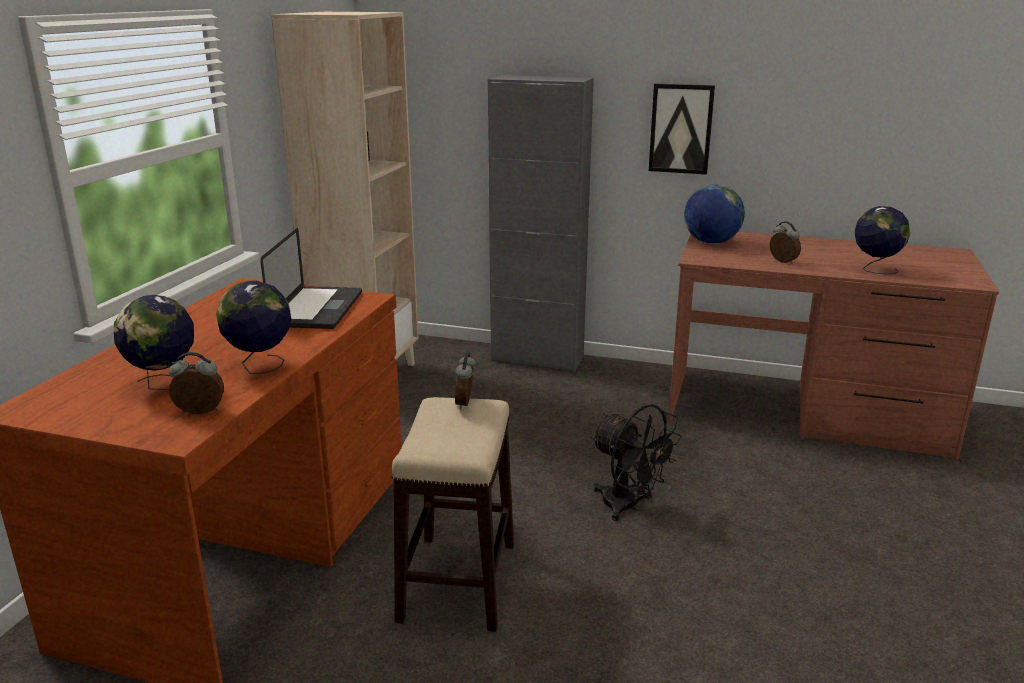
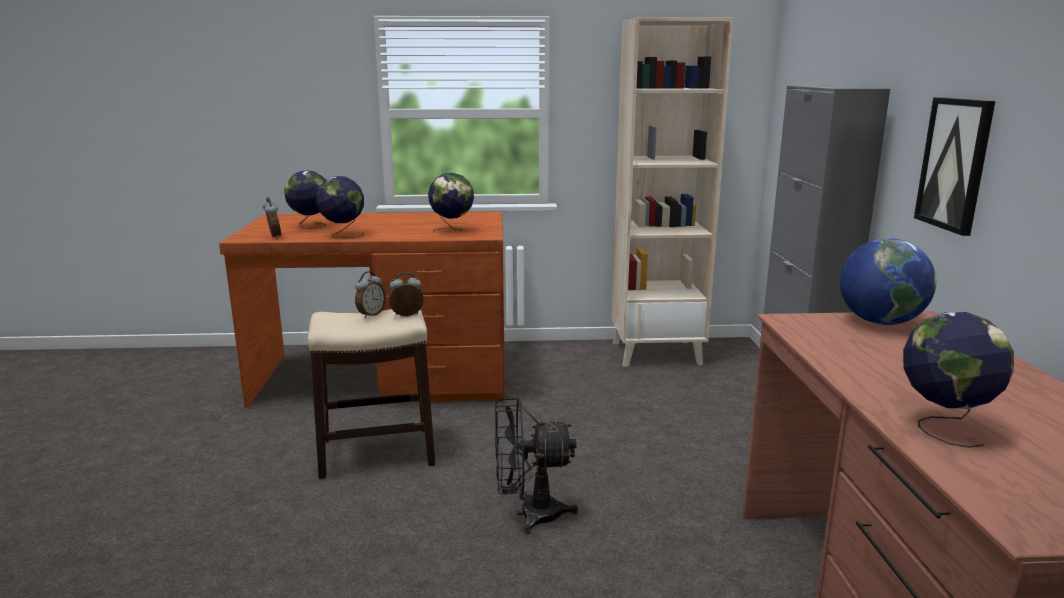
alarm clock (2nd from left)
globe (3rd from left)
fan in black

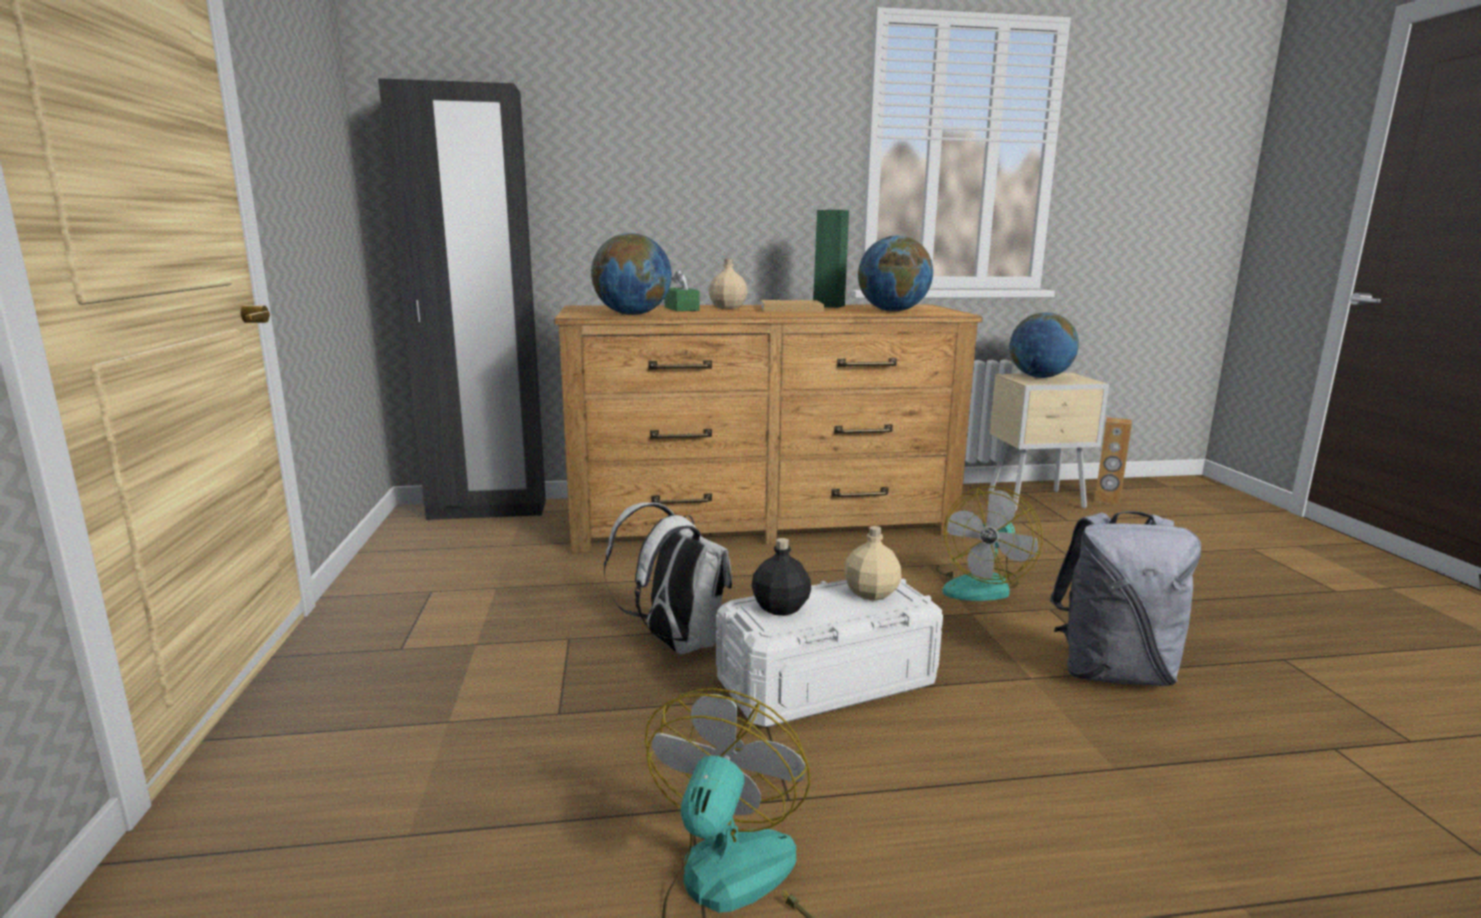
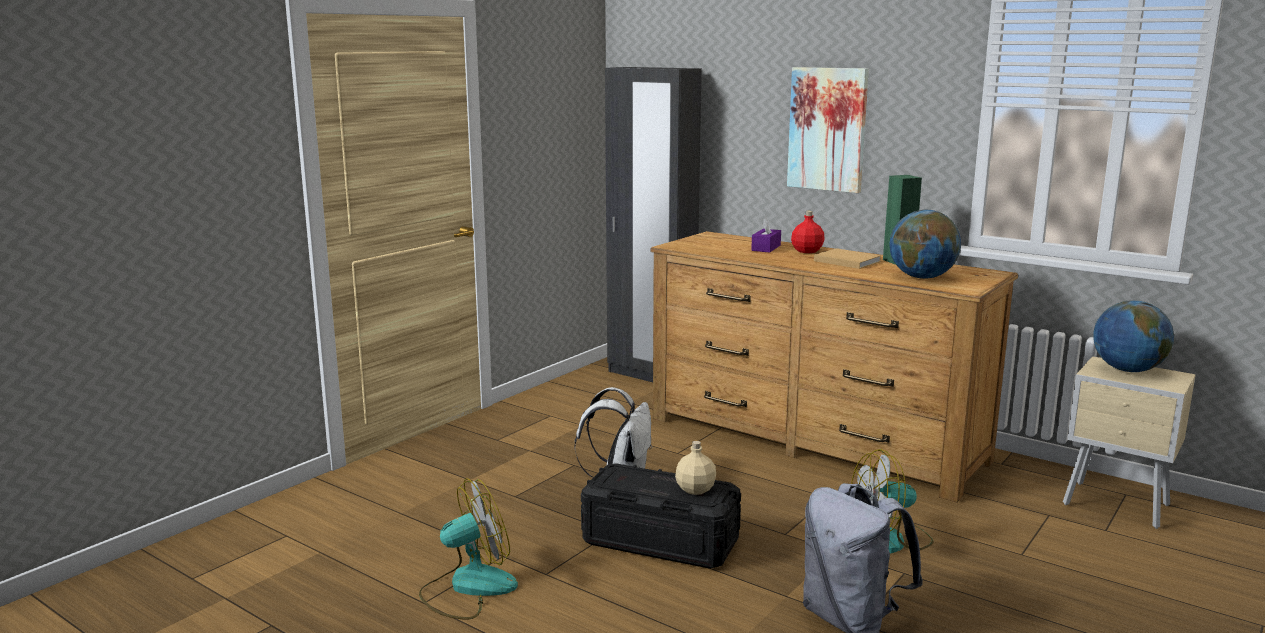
globe (1st from left in the first image)
bottle in red
tissue box in purple
speaker in brown
bottle in black
storage box in black
picture

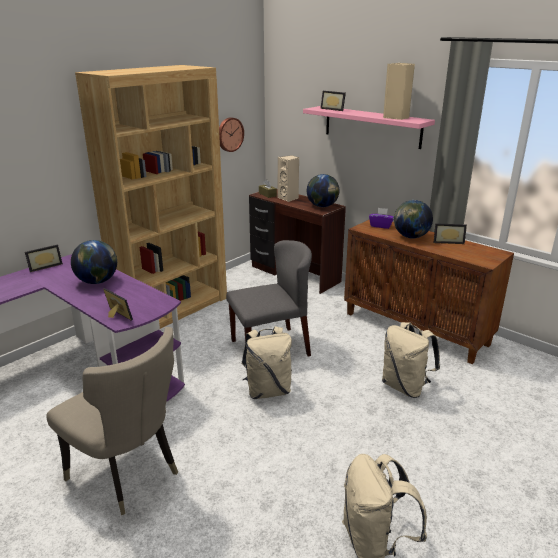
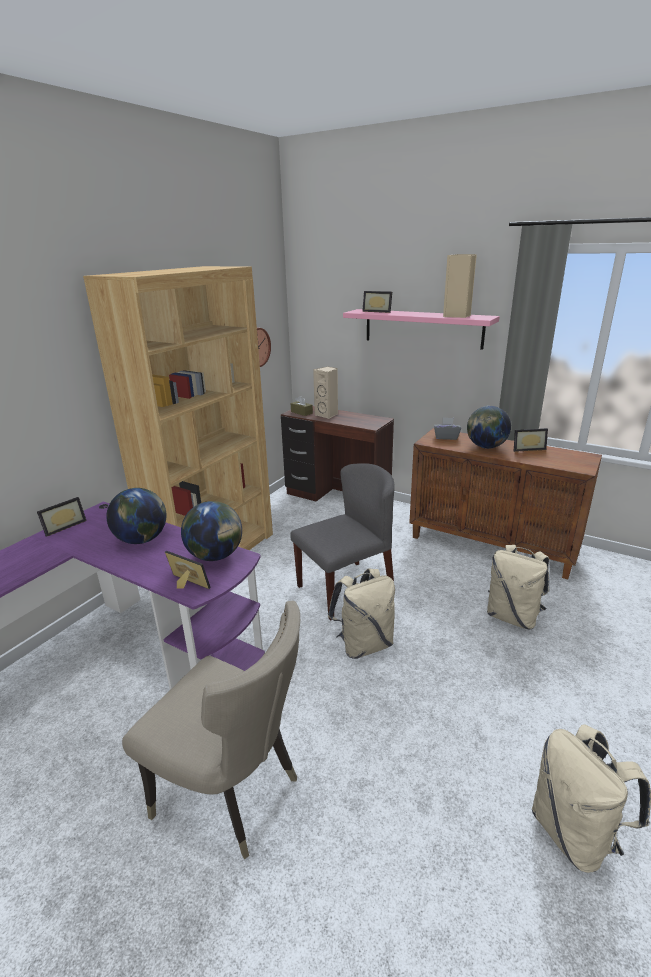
globe (2nd from left)
tissue box in grey

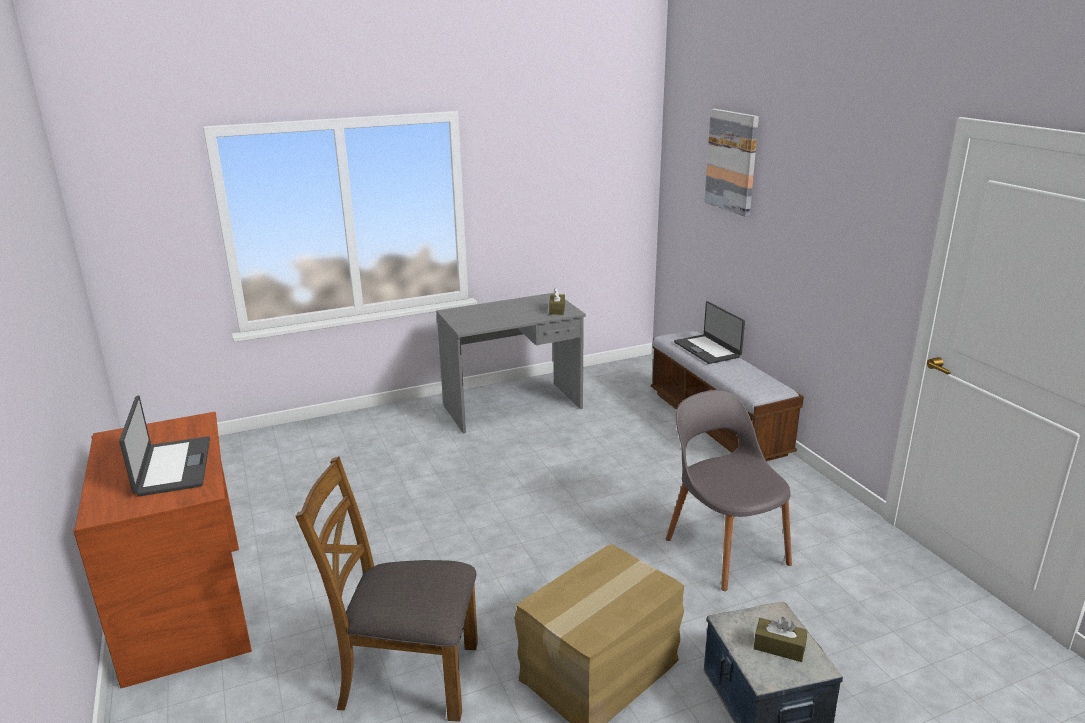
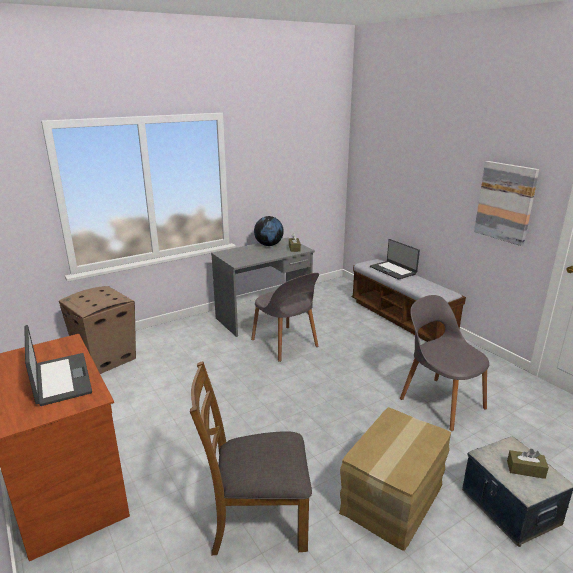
picture
globe
chair in grey (1st from left)
cardboard box (1st from left)

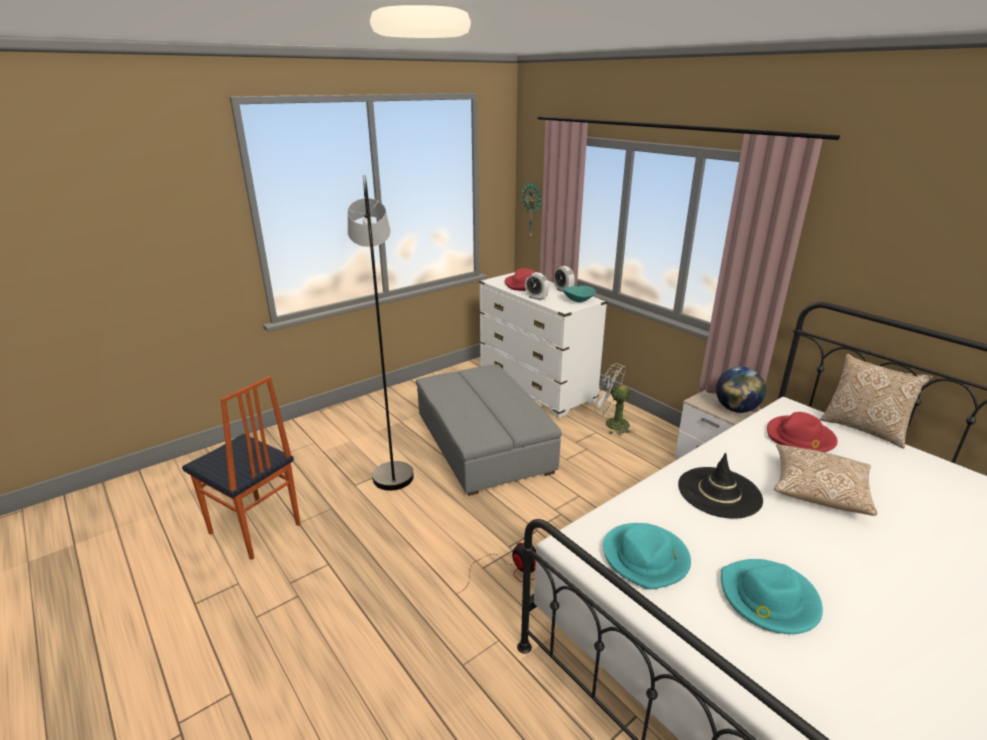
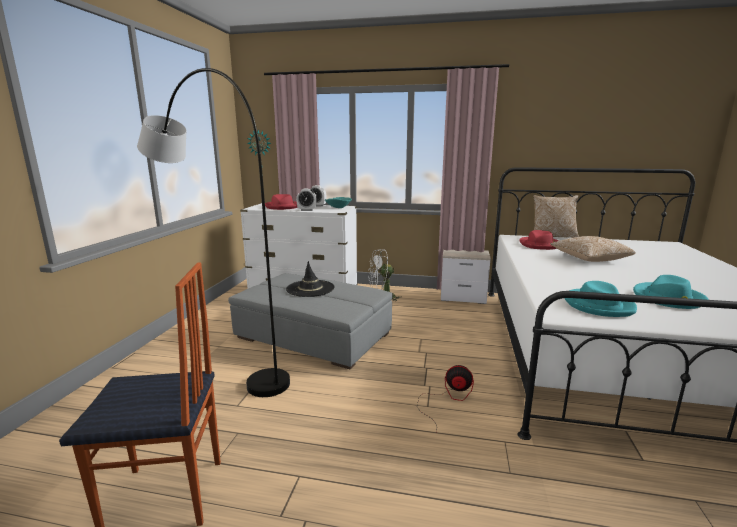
globe
hat in black

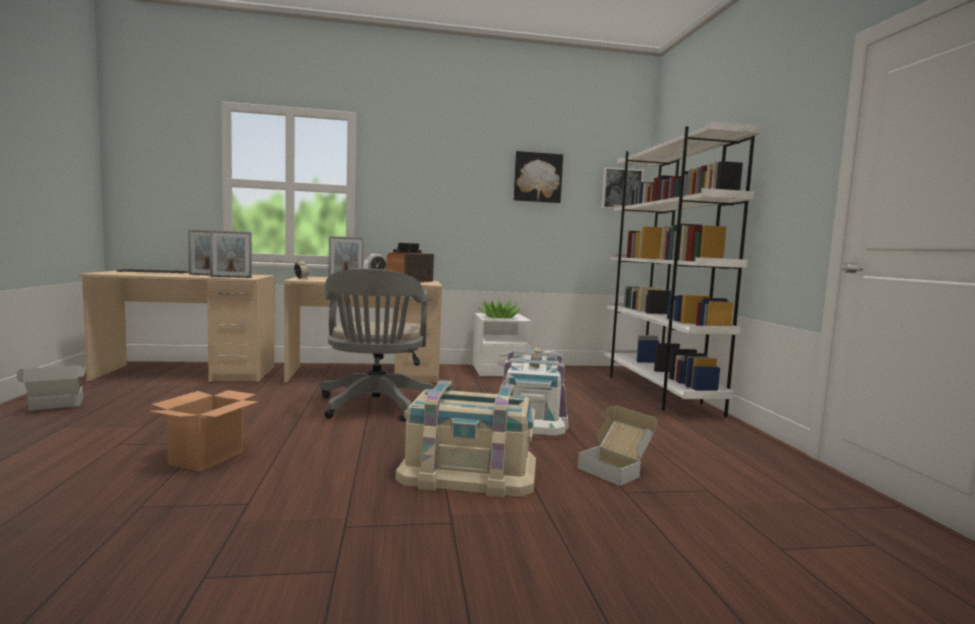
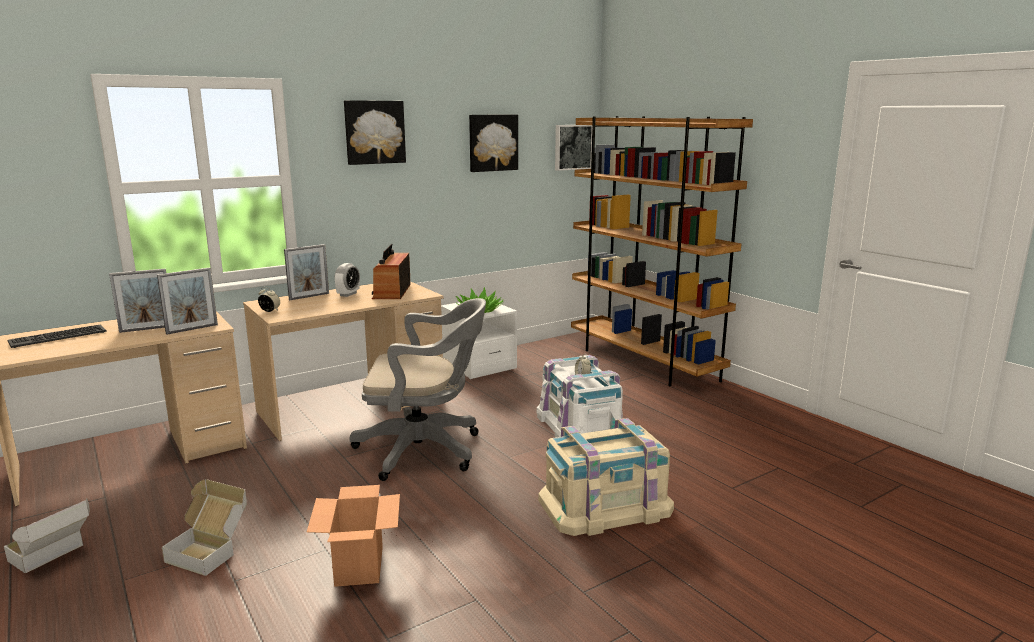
bookcase in brown
office chair in grey
cardboard box (2nd from left)
picture (1st from left)

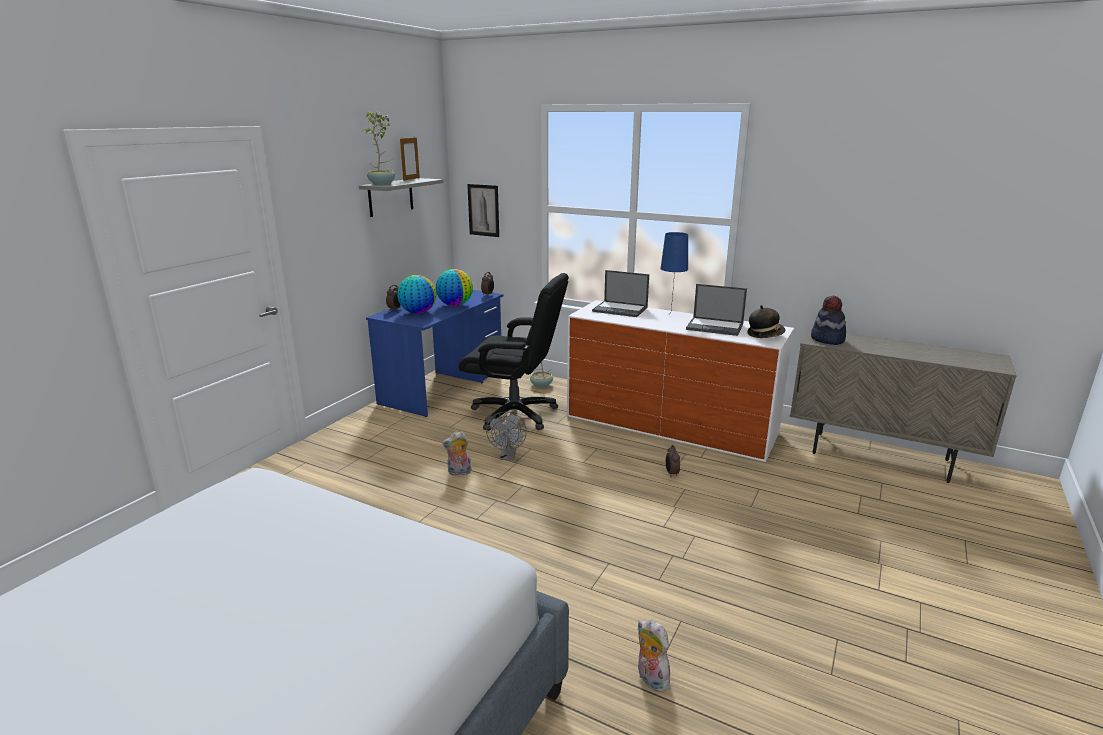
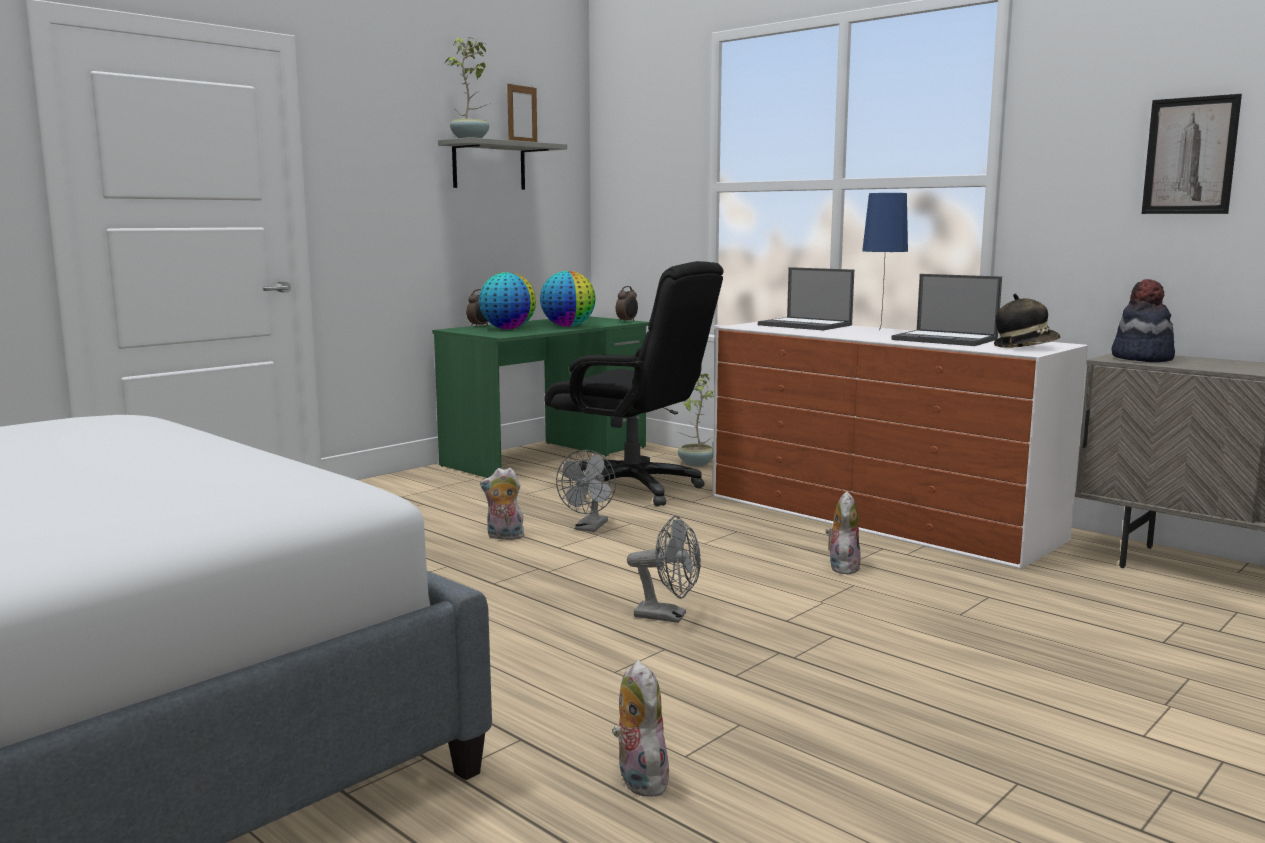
picture
desk in green
plush toy (3rd from left)
fan in grey (2nd from left)

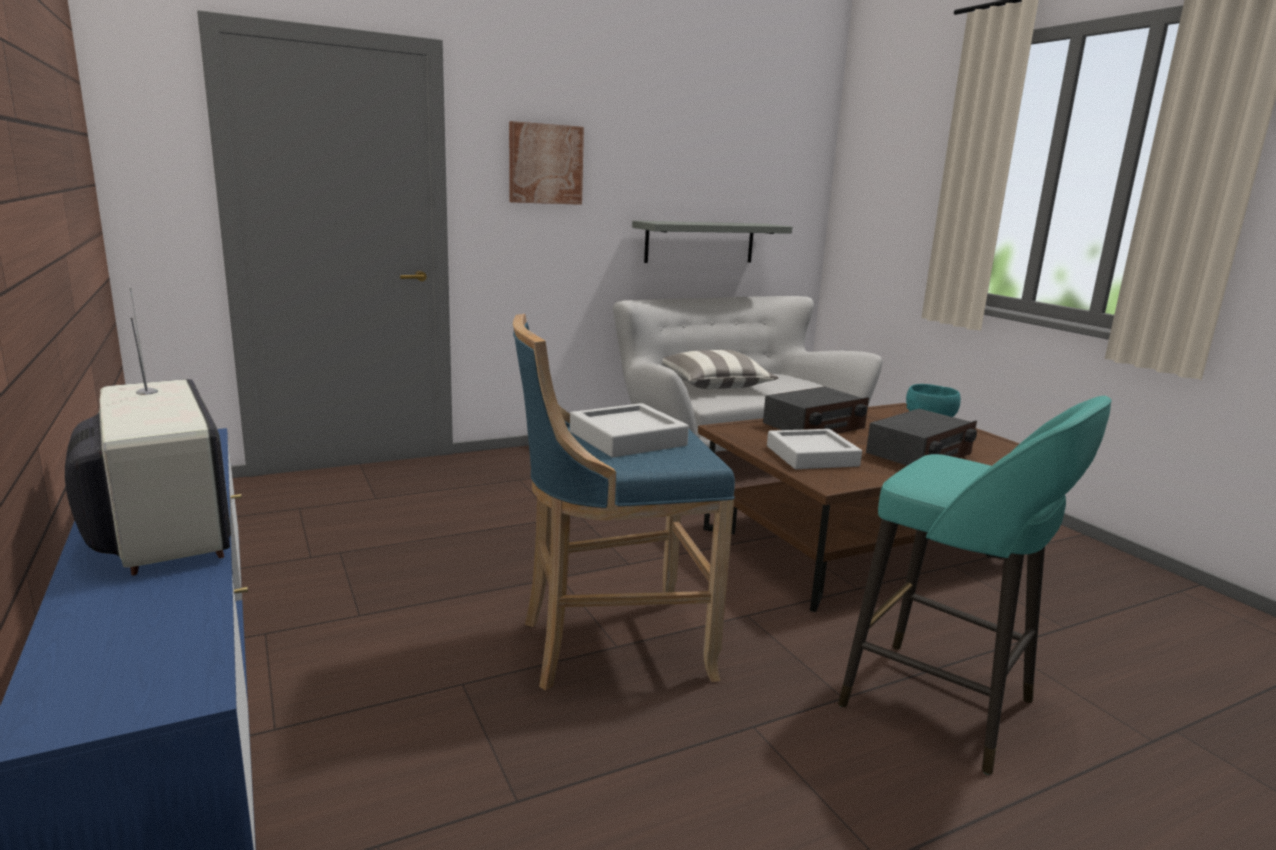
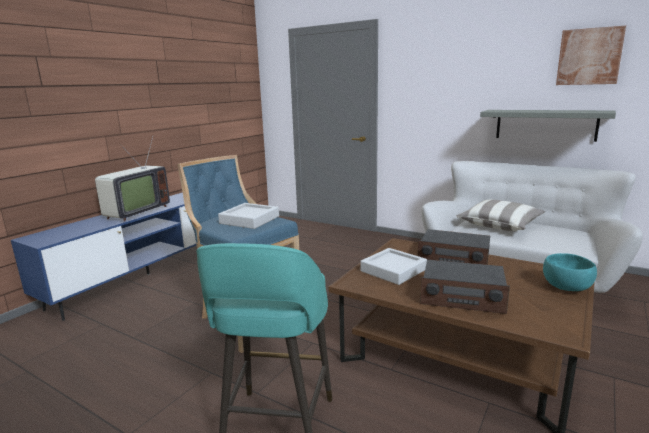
picture

